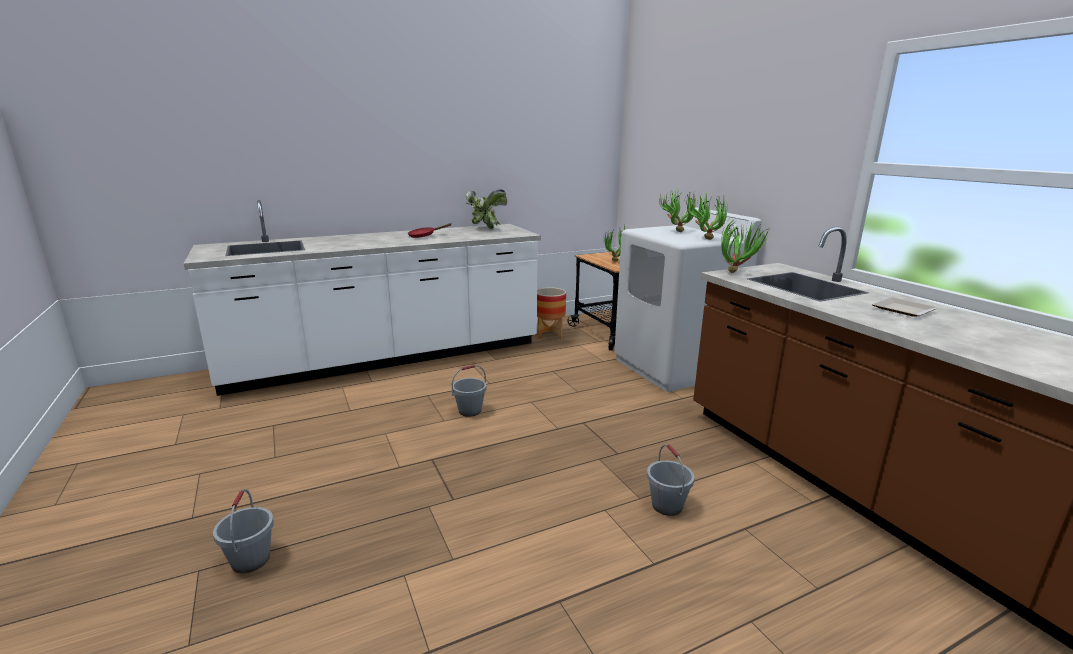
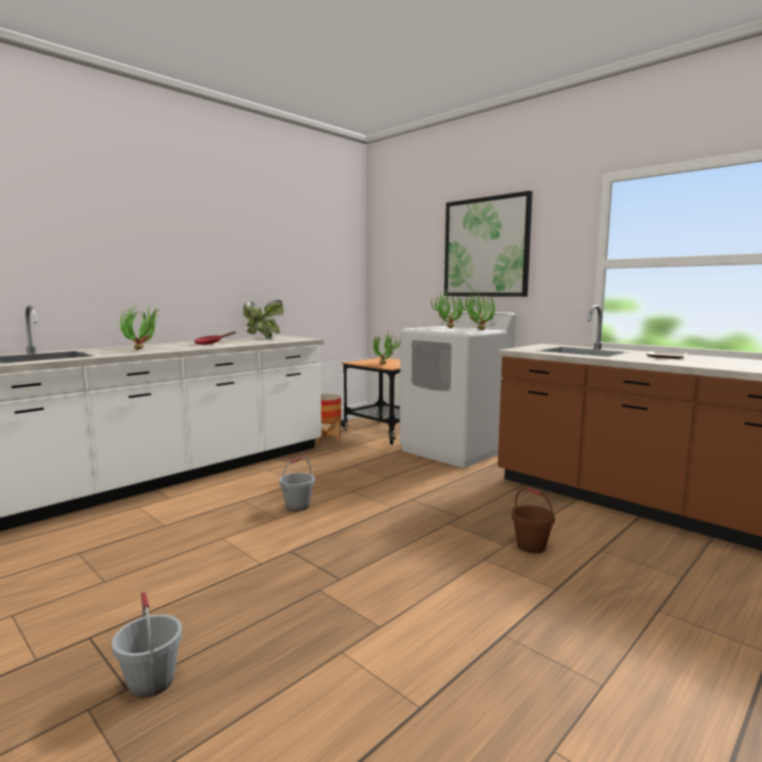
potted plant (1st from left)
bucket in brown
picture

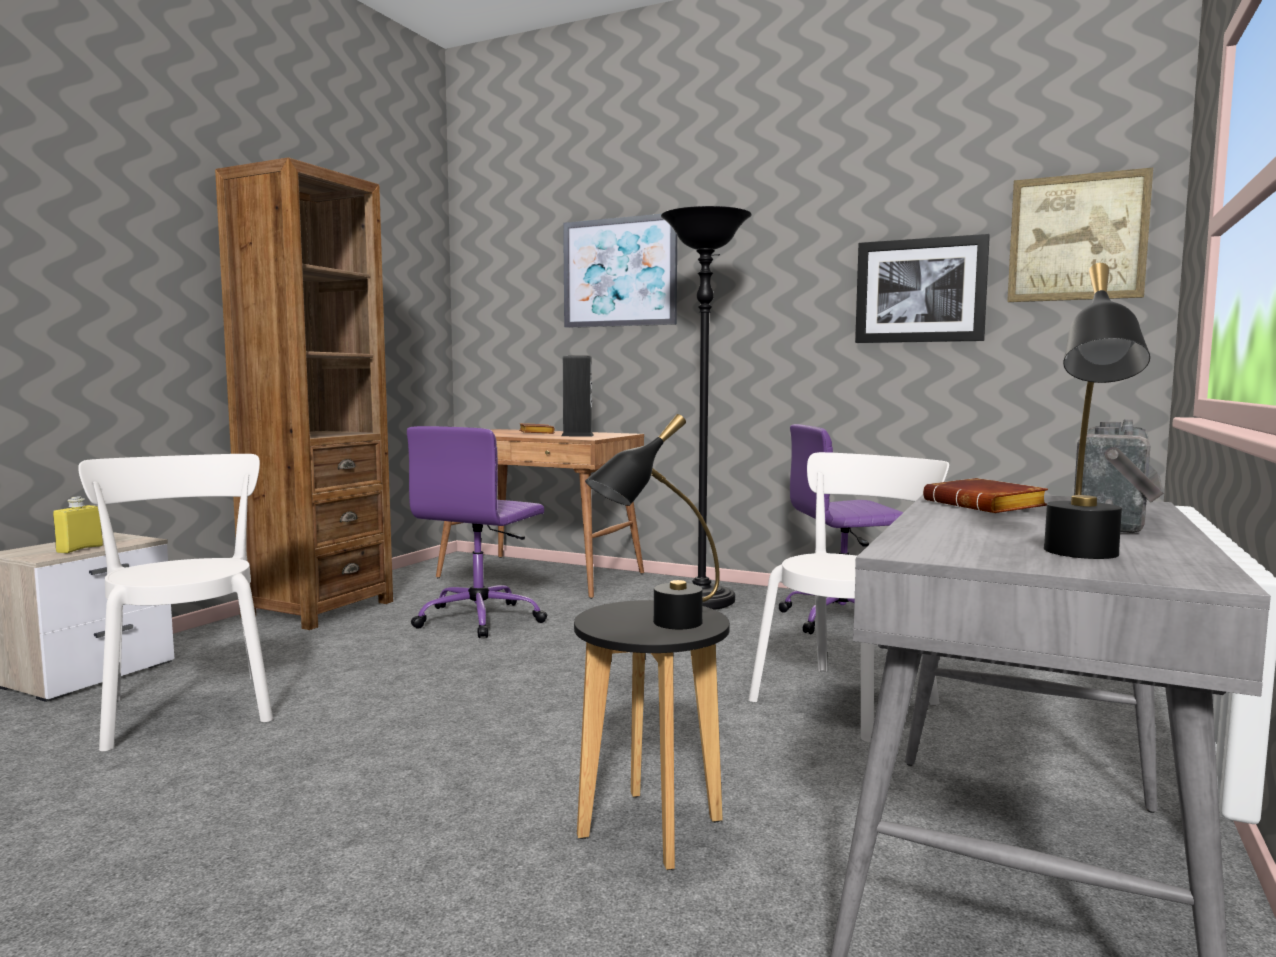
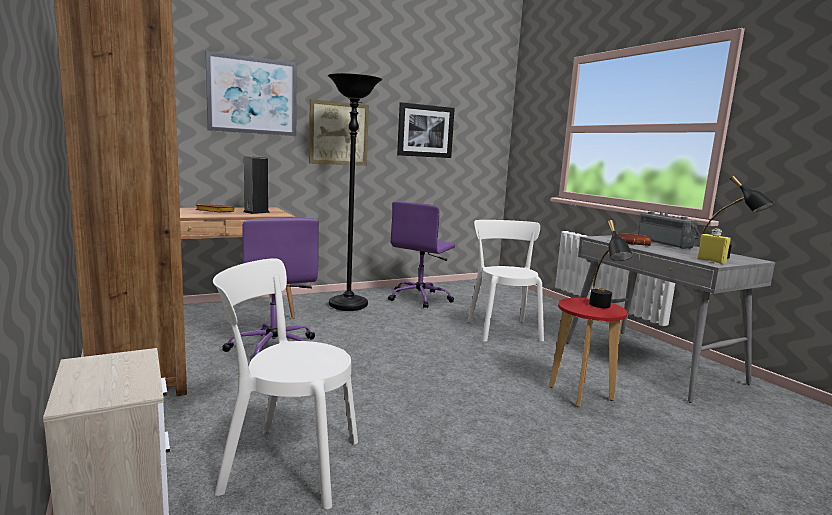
picture (2nd from left)
bottle in yellow
stool in red

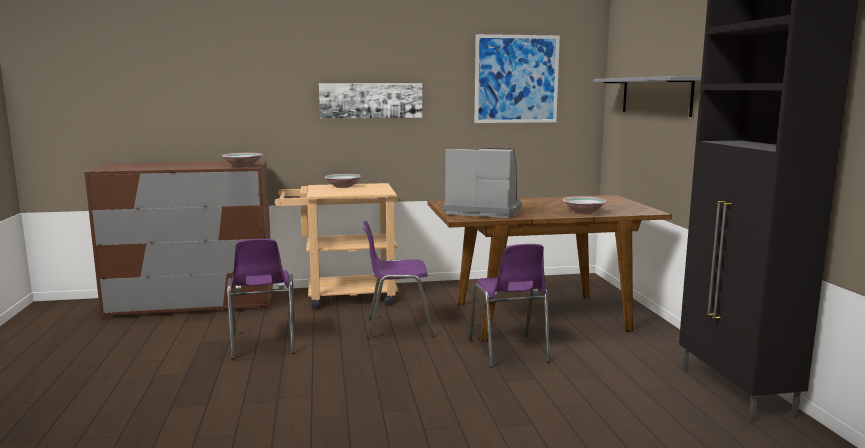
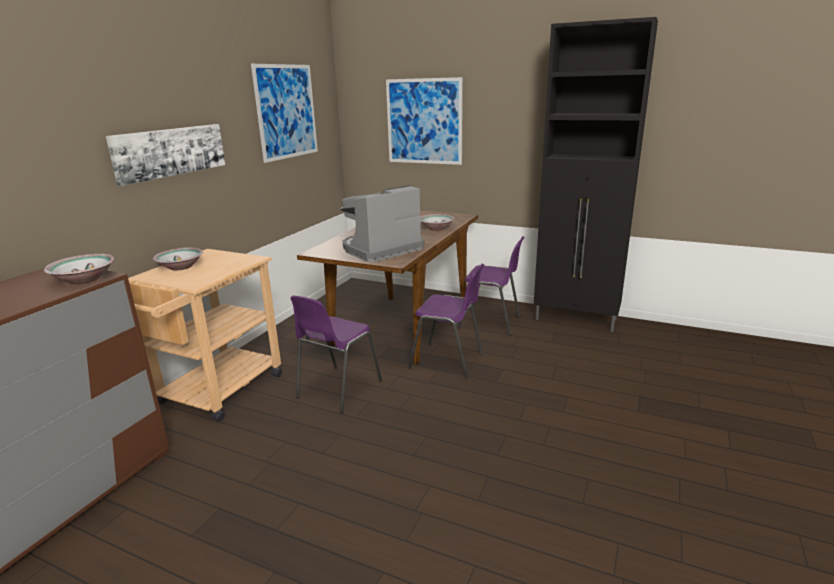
picture (3rd from left)
chair in purple (3rd from left)

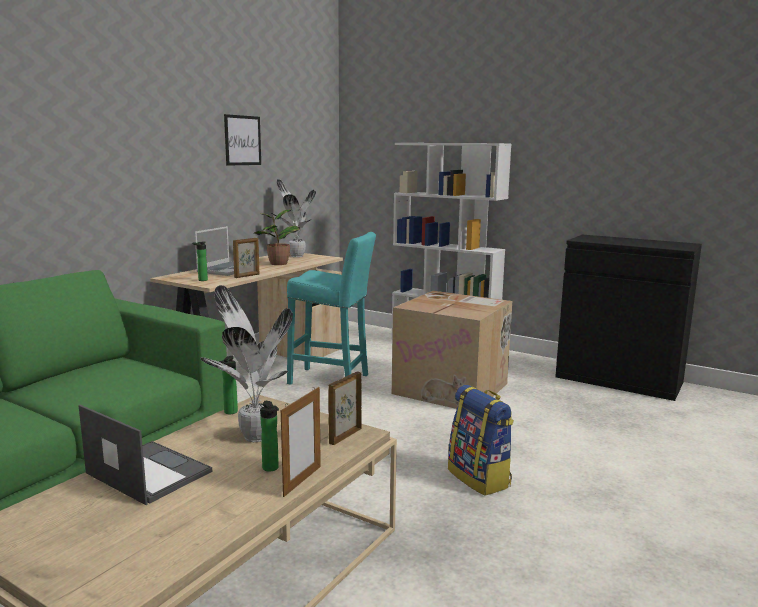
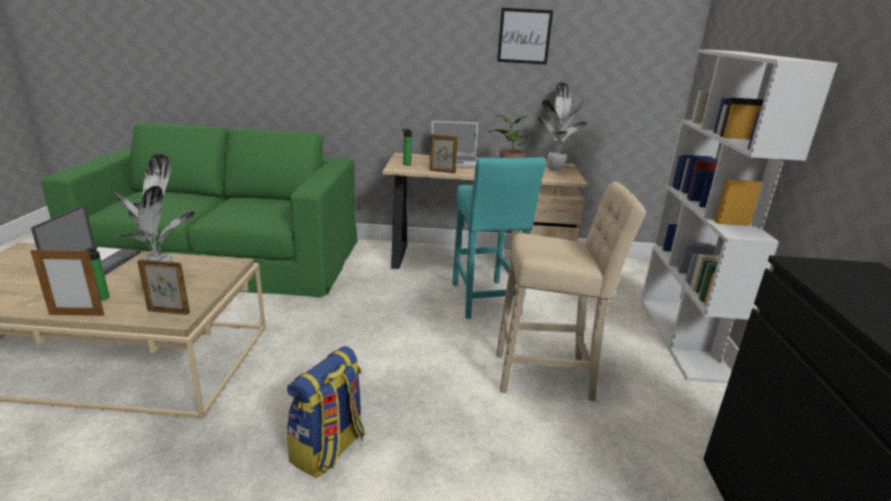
stool in beige
bottle (2nd from left in the first image)

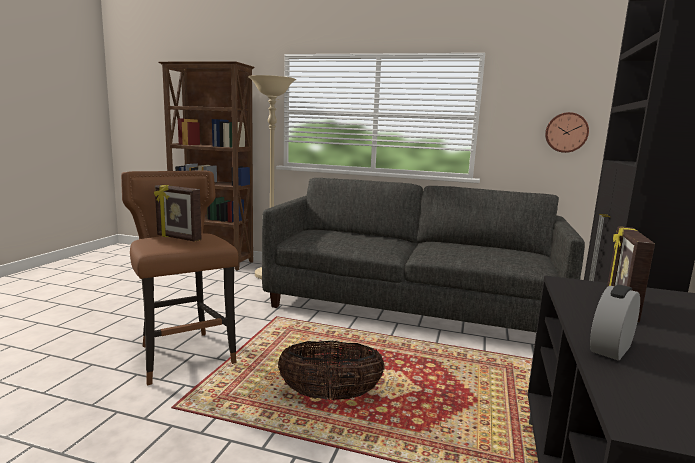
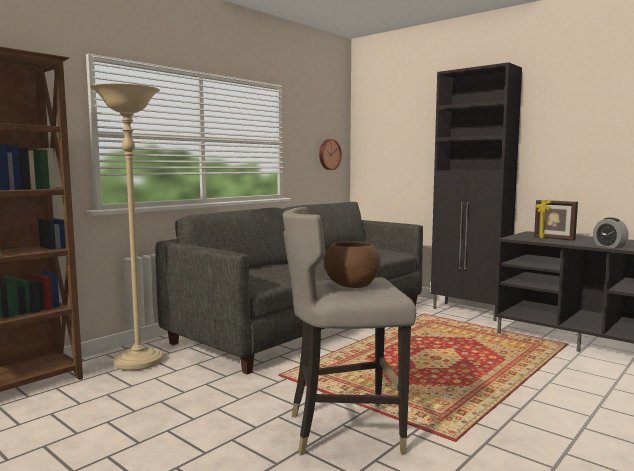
stool in grey
bowl in brown
basket

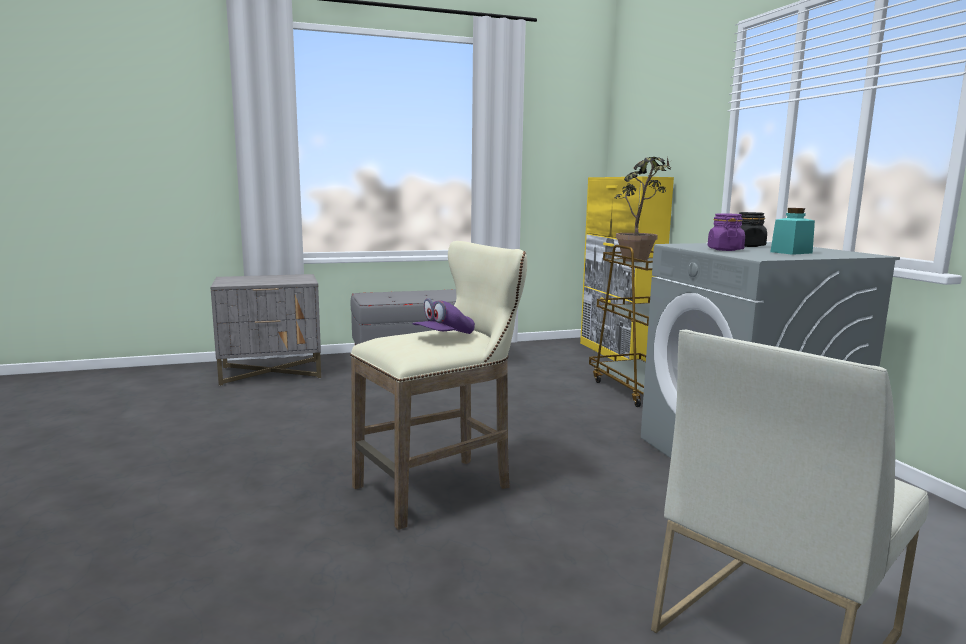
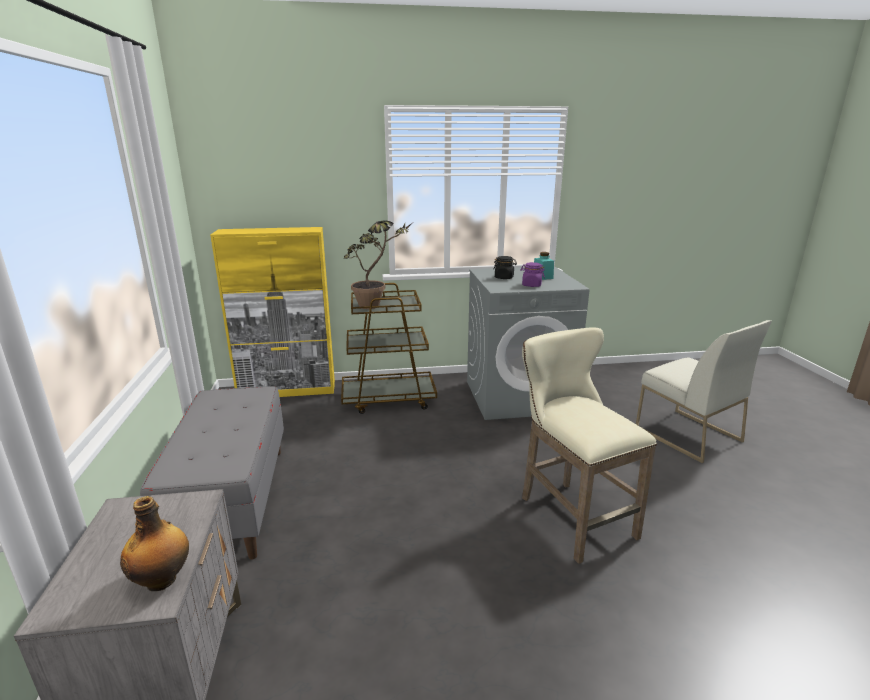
cap in purple
bottle

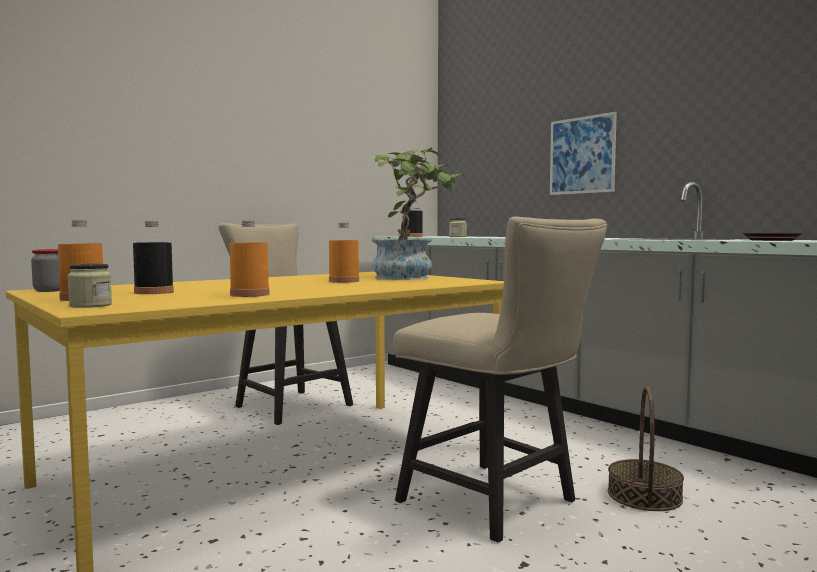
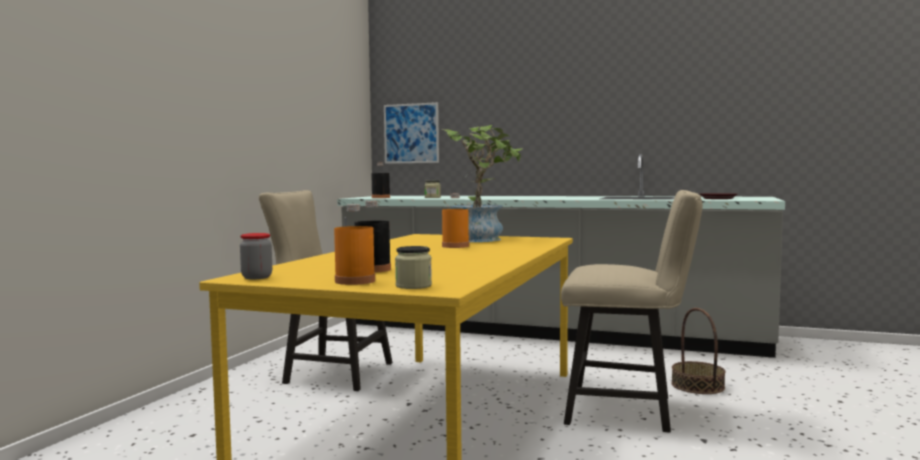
picture
bottle in orange (2nd from left in the first image)

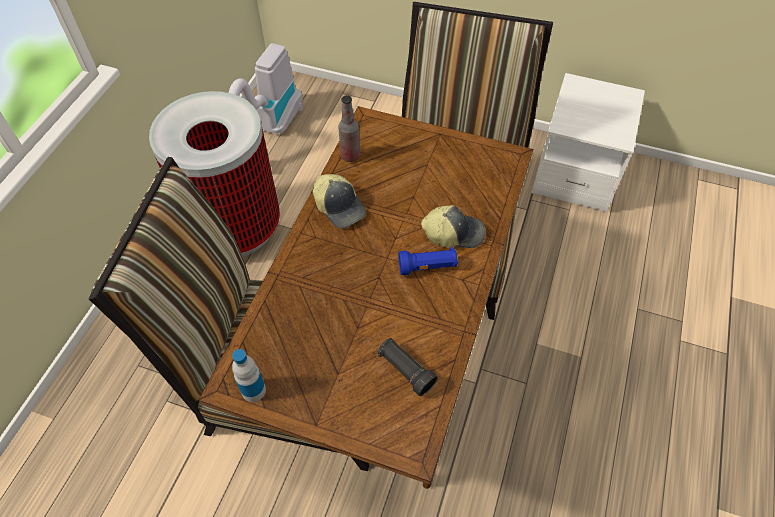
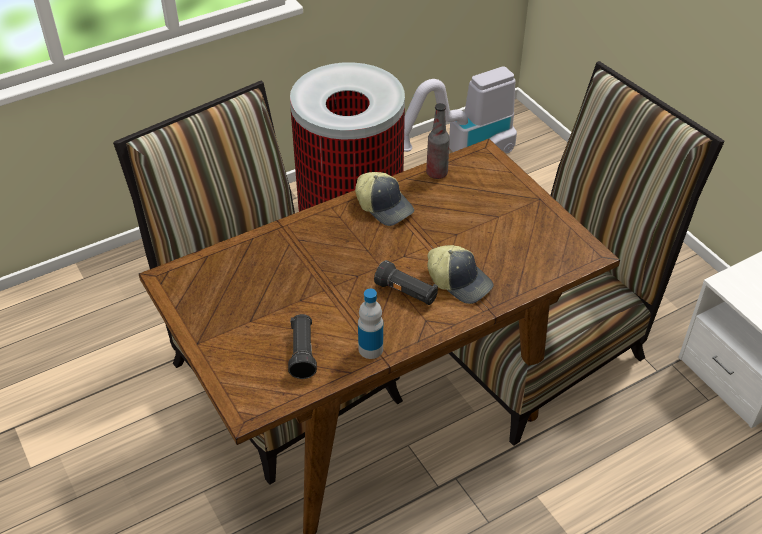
cap (1st from left)
flashlight in black (2nd from left)
bottle (1st from left)

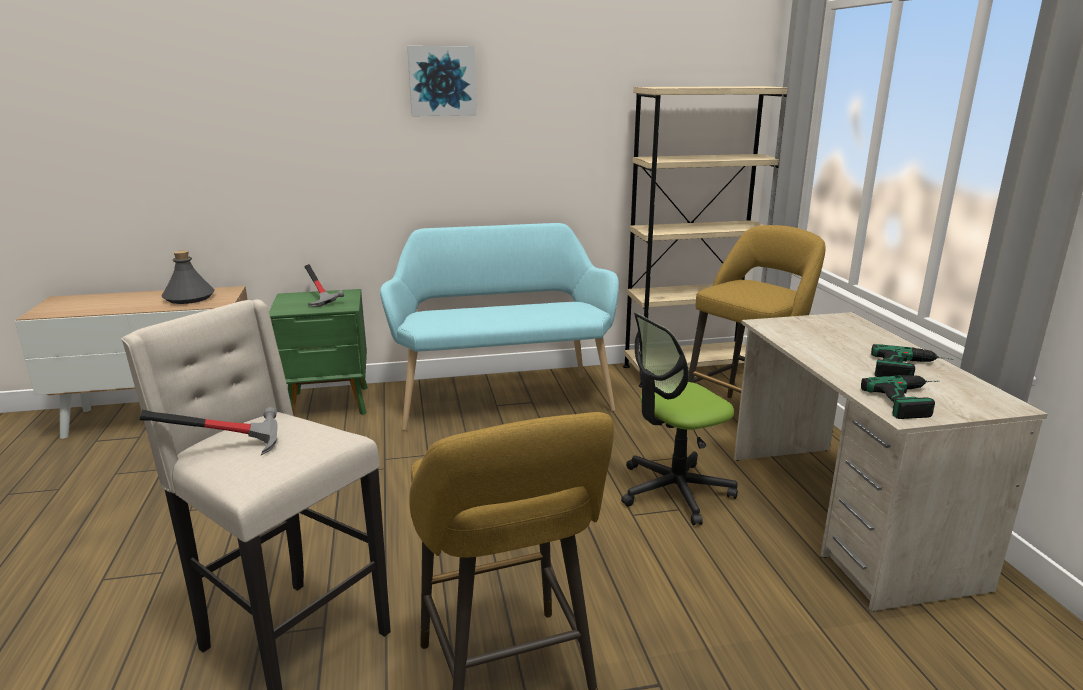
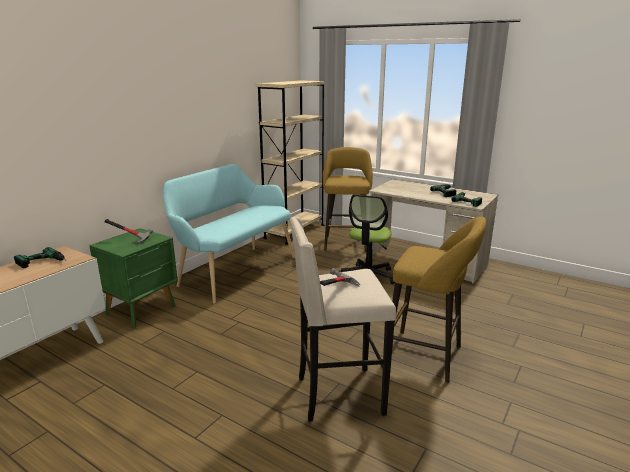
picture
power drill (1st from left)

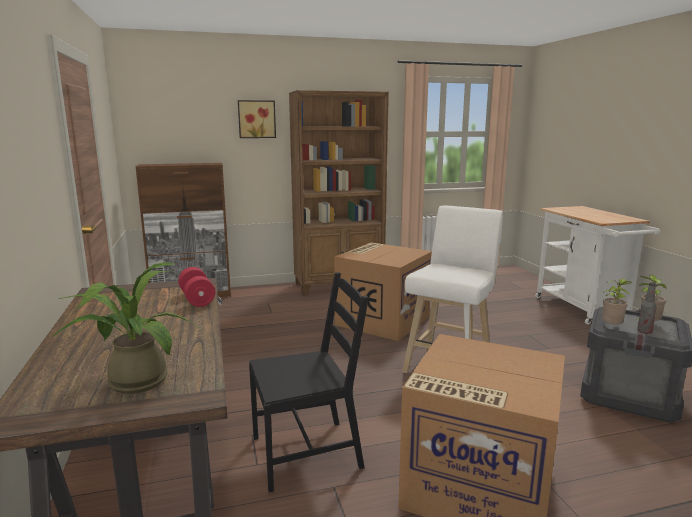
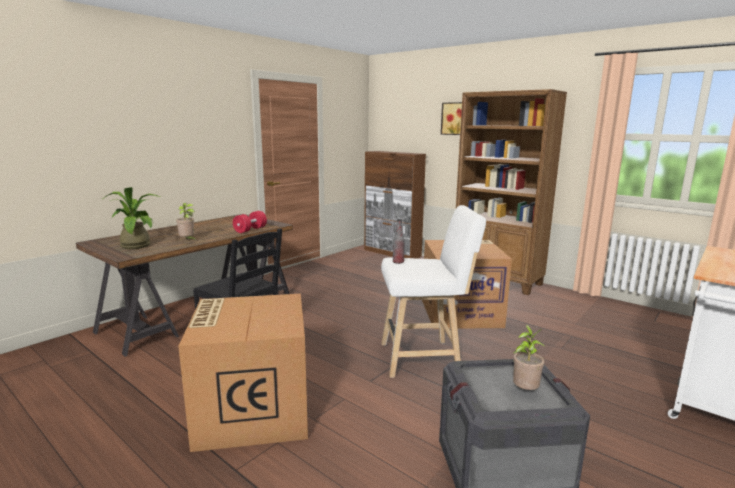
potted plant (2nd from left)
bottle

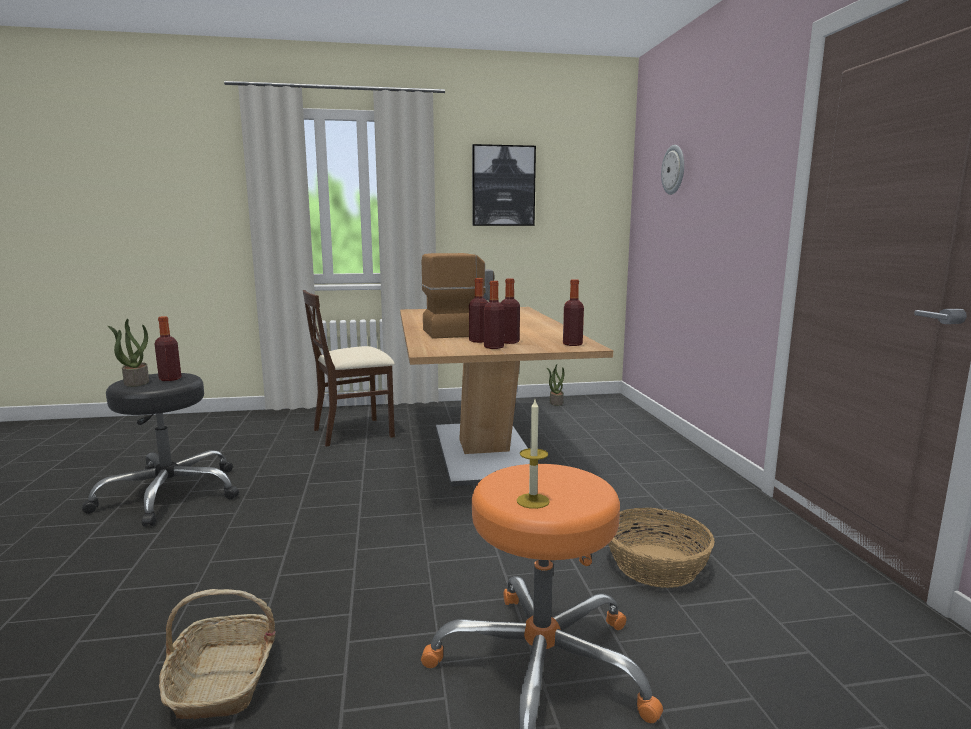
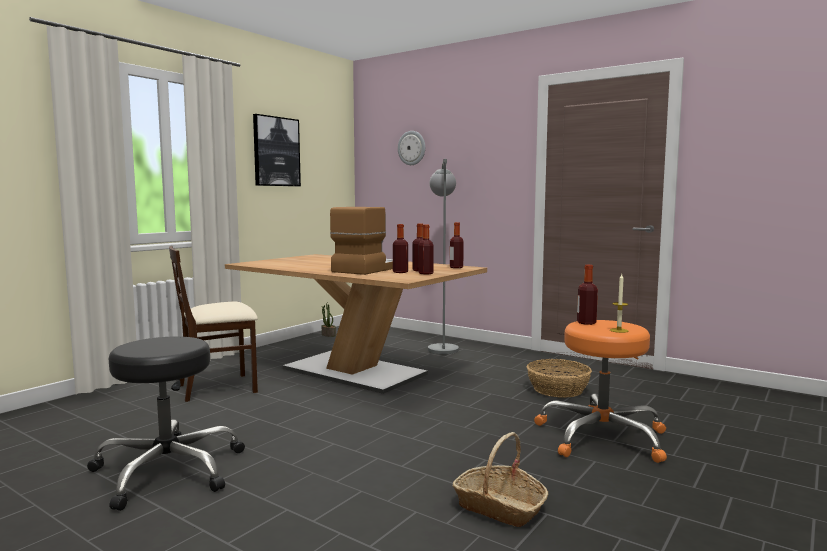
chair in beige
bottle (5th from left)
potted plant (1st from left in the first image)
floor lamp in grey

